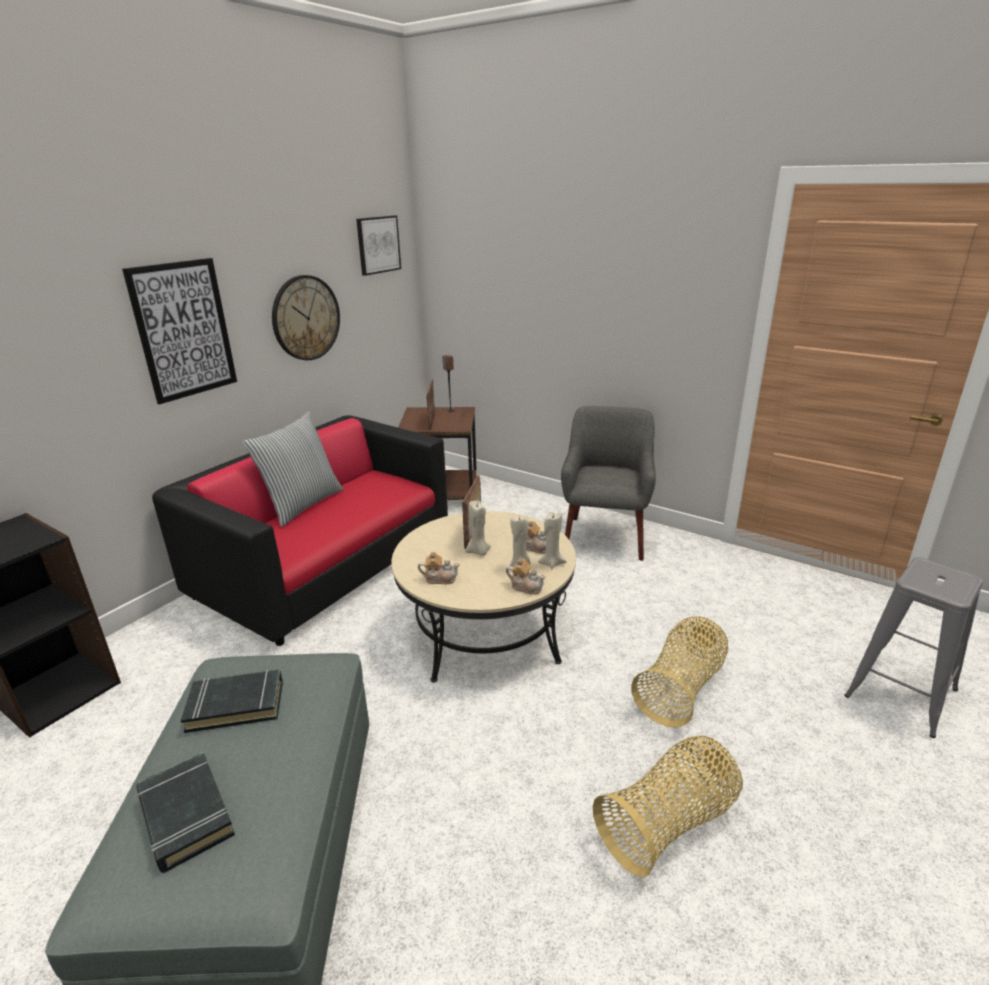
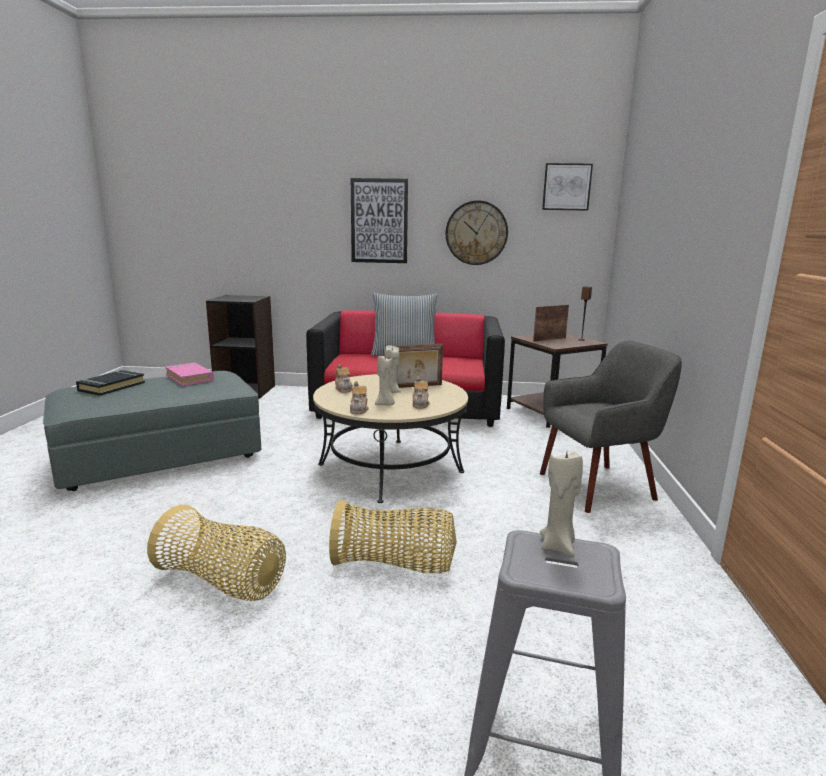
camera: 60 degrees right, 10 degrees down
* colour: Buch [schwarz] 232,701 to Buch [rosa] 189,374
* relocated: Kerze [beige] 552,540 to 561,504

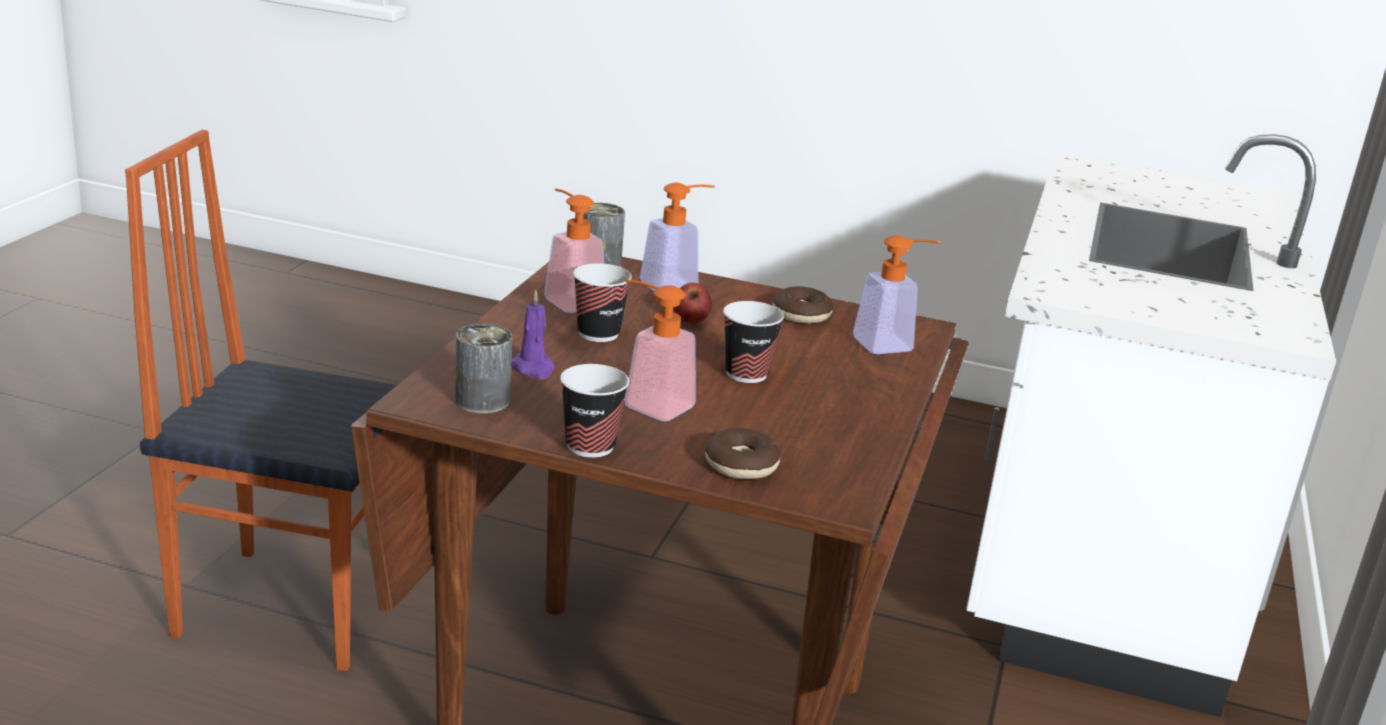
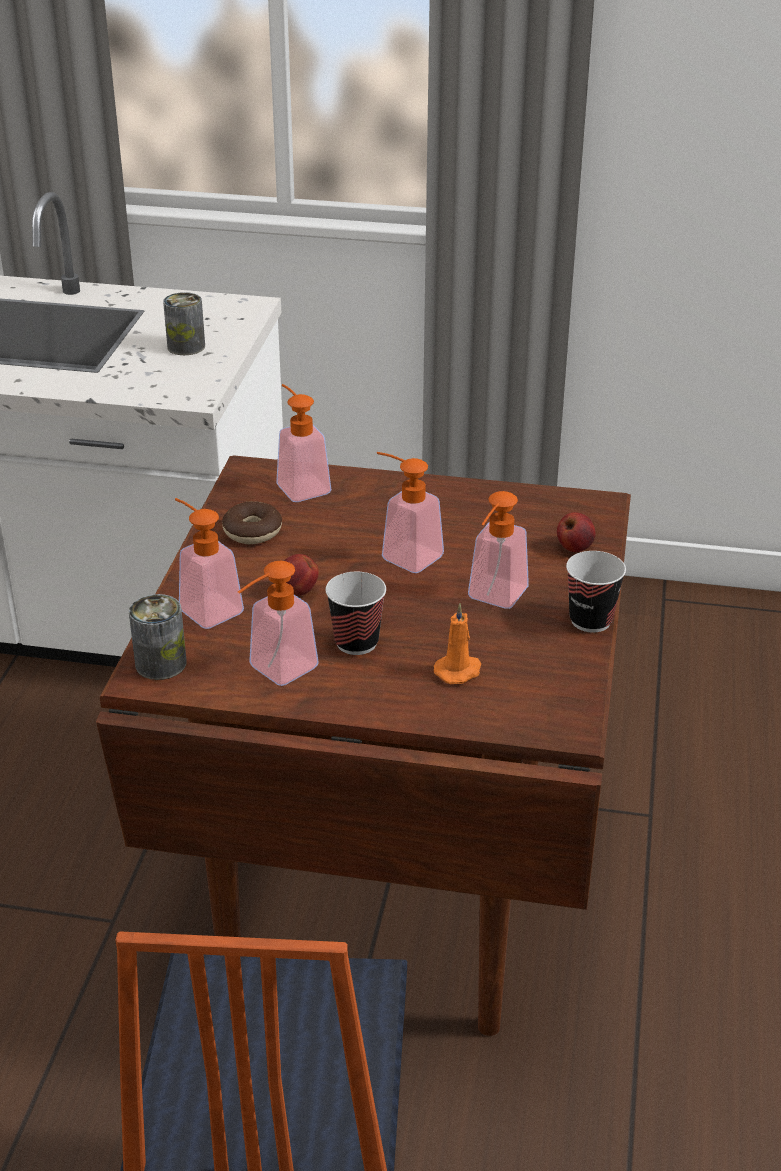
camera: 95 degrees left, 10 degrees up
* relocated: Dose 483,369 to 184,323
* exchanged: Tasse 753,342 to Seifenspender 410,512
* colour: Kerze [lila] 533,334 to Kerze [orange] 457,643
* exchanged: Donut 743,453 to Apfel 576,532

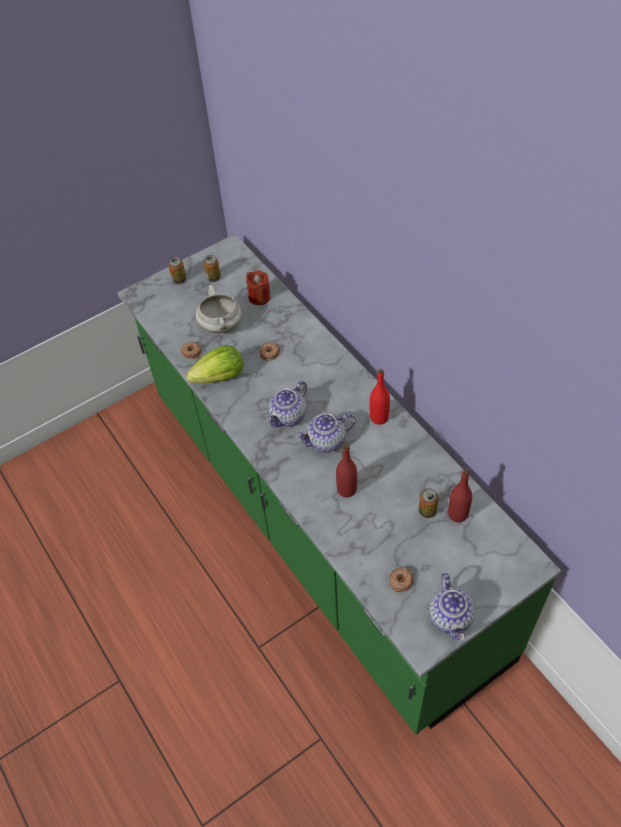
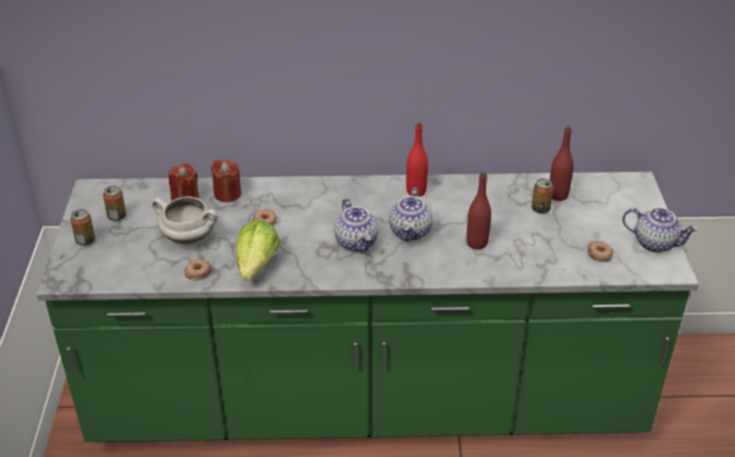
camera: 60 degrees left, 15 degrees down
* appeared: Kerze [rot] 226,180

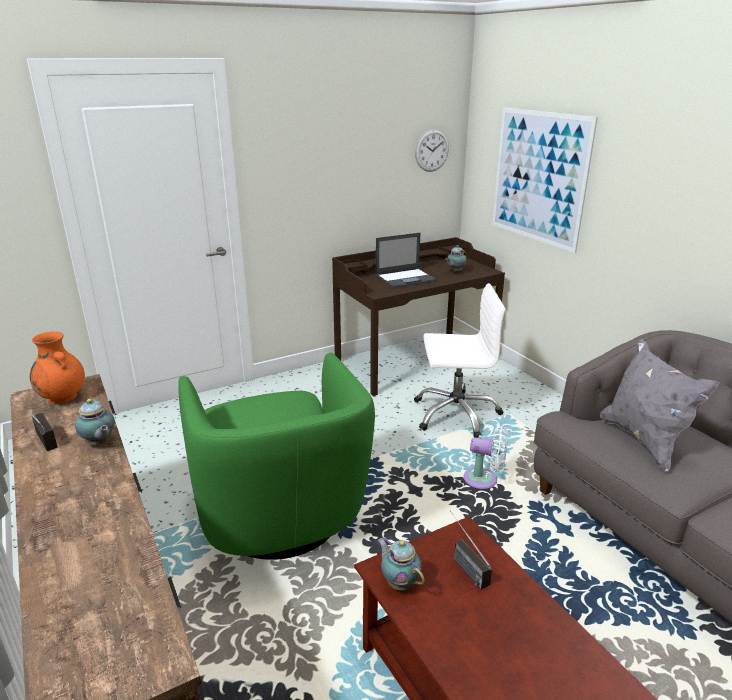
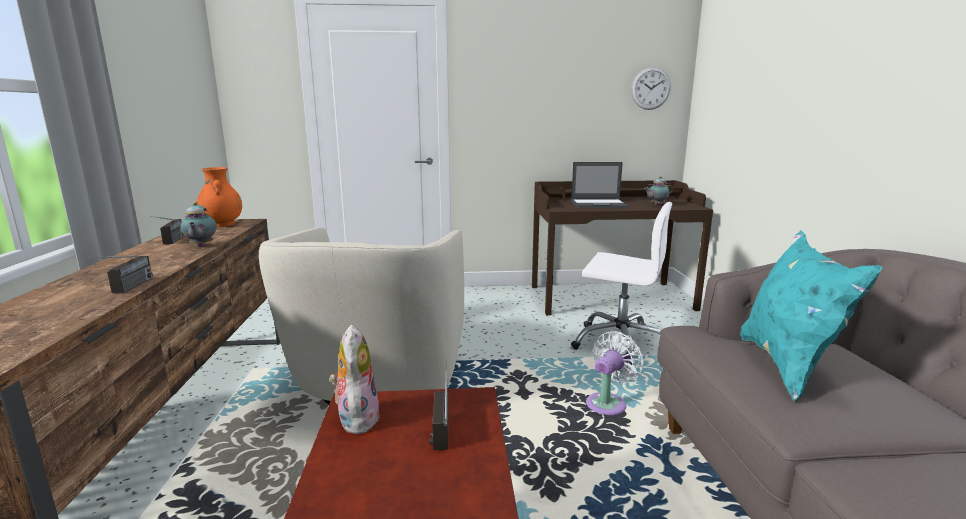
camera: 25 degrees right, 10 degrees down
* appeared: Radio 118,274
* colour: Sessel [grün] 276,456 to Sessel [beige] 361,315
* exchanged: Teekanne 401,563 to Plüschtier 354,379
* spun: Ventilator [weiß] 485,457 = 615,373 90 degrees counterclockwise
* colour: Kissen [grau] 660,405 to Kissen [türkis] 811,315
* missing: Bild 545,180

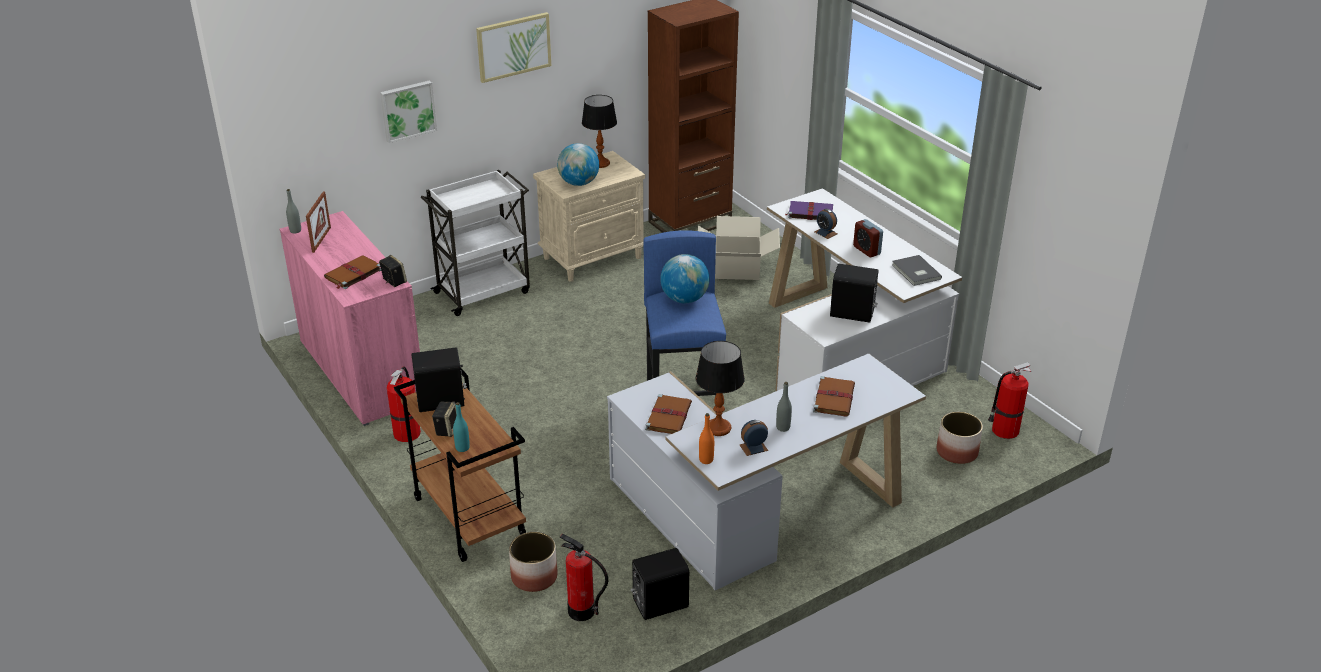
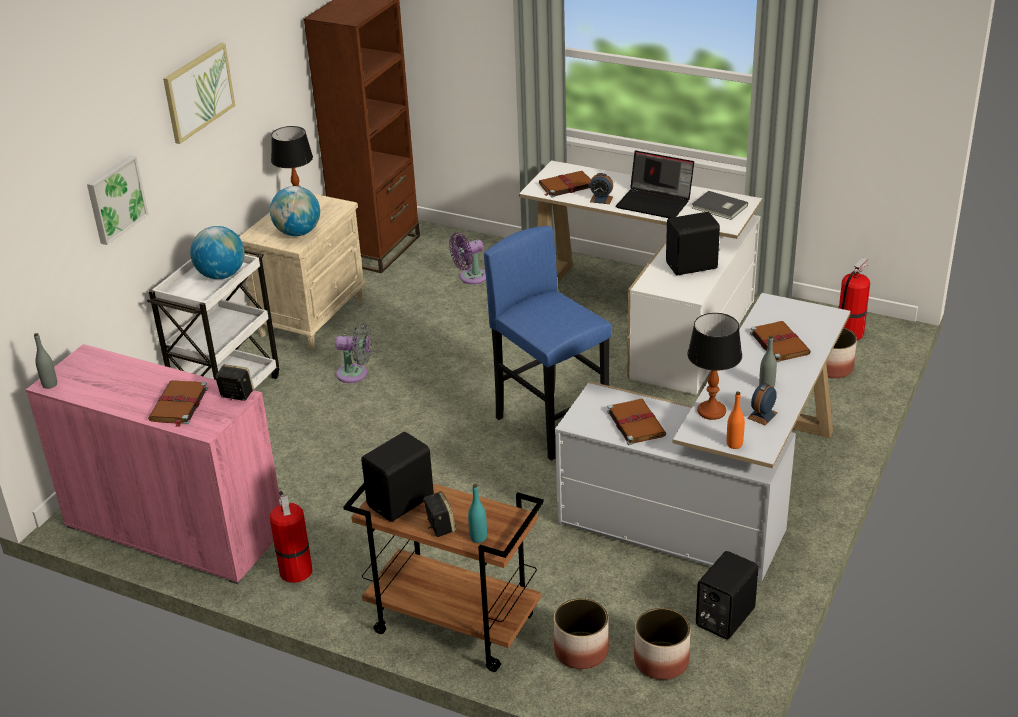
camera: 30 degrees left, 0 degrees up
* relocated: Globus 685,278 to 217,252
* appeared: Ventilator [grau] 353,353
* exchanged: Karton 739,248 to Ventilator [lila] 467,258
* colour: Buch [lila] 809,210 to Buch [braun] 565,184
* exchanged: Wecker 868,238 to Laptop 655,184
* exchanged: Feuerlöscher 584,577 to Pflanzkübel 662,644
* missing: Bilderrahmen 318,222

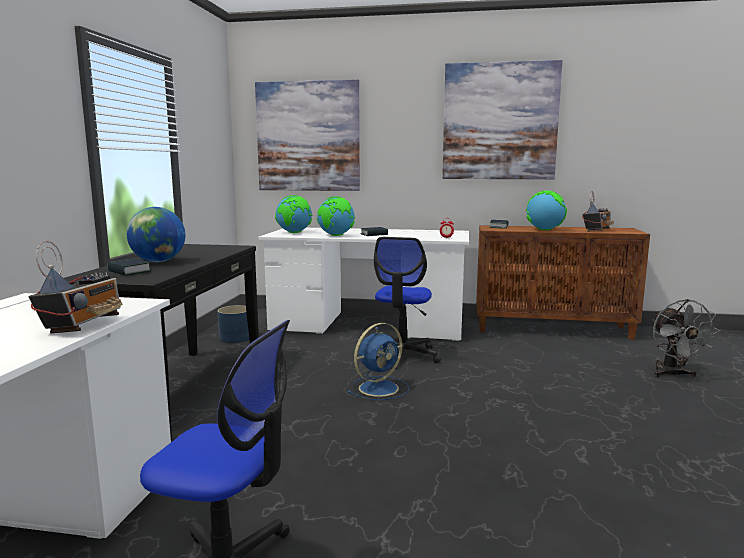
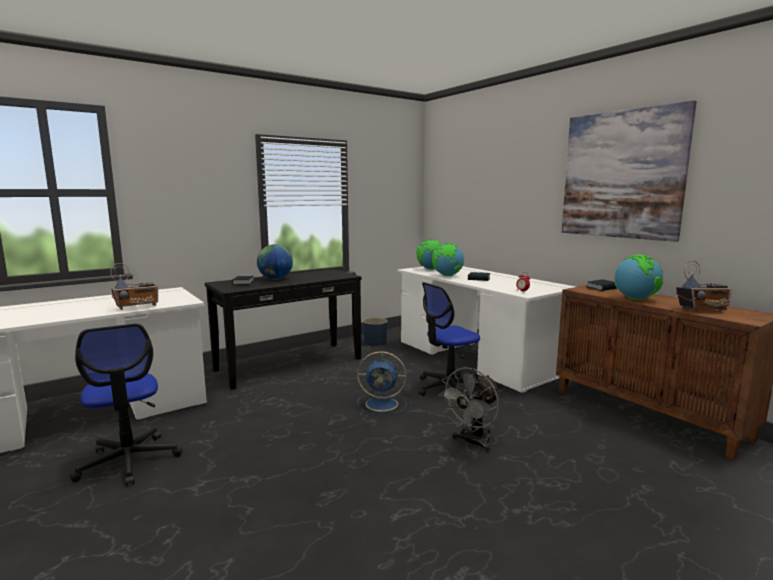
camera: 45 degrees right, 0 degrees up
* relocated: Ventilator [grau] 686,338 to 469,410
* missing: Bild 307,135

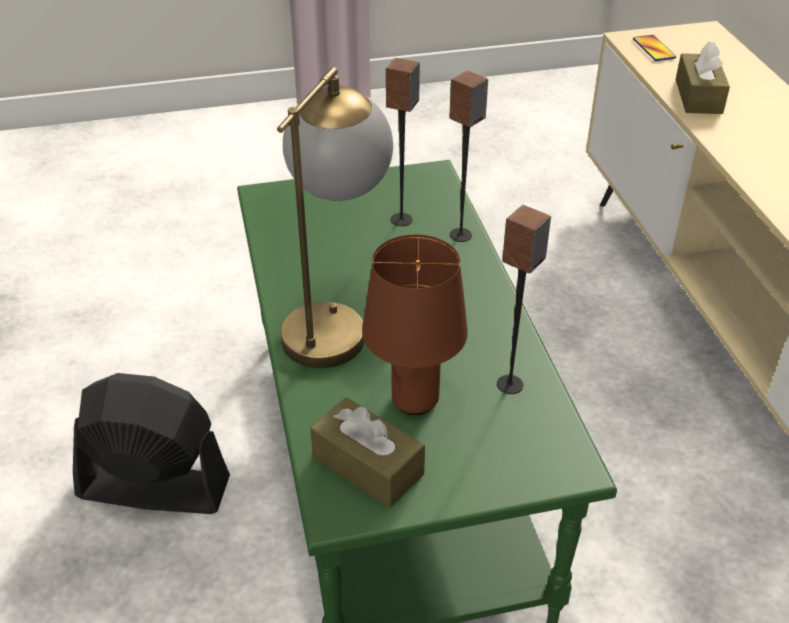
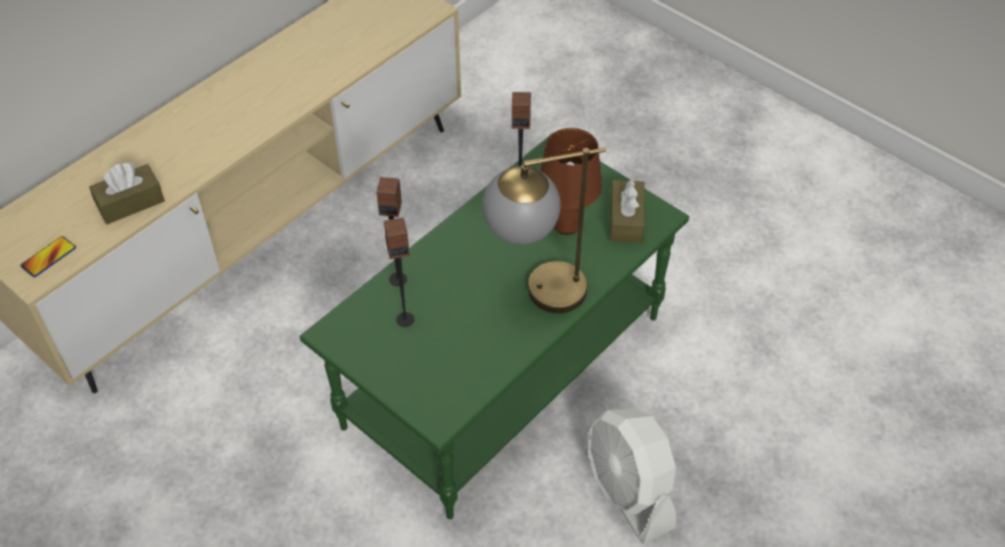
camera: 125 degrees left, 10 degrees up
* colour: Ventilator [schwarz] 151,443 to Ventilator [weiß] 630,476

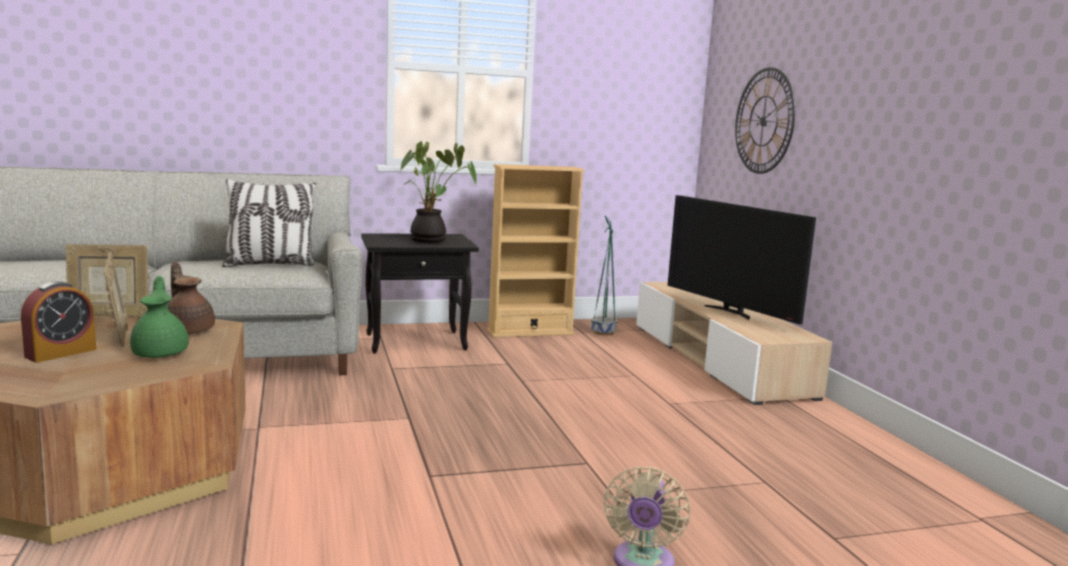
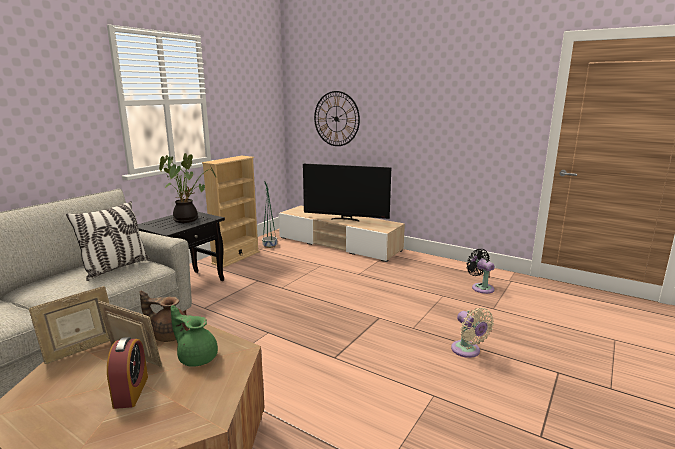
camera: 40 degrees left, 5 degrees up
* appeared: Ventilator [schwarz] 481,271

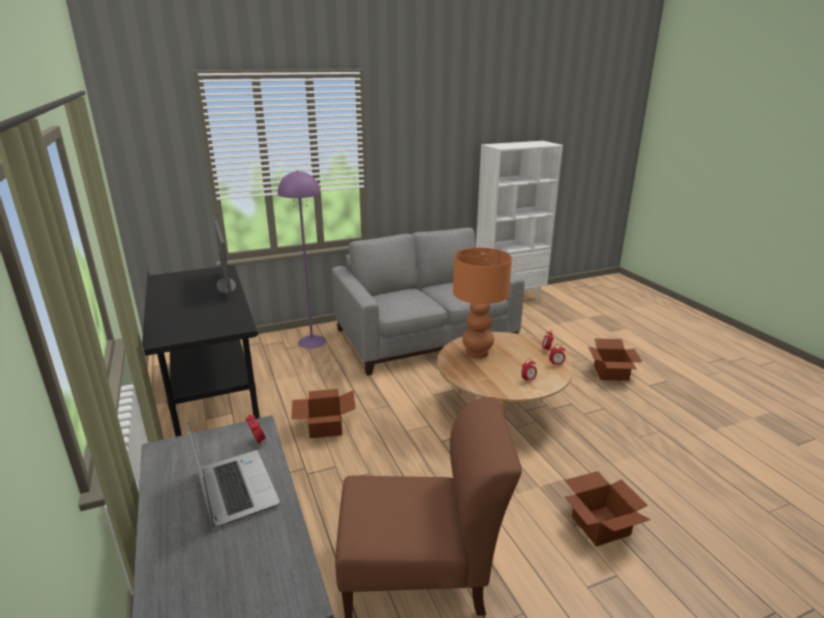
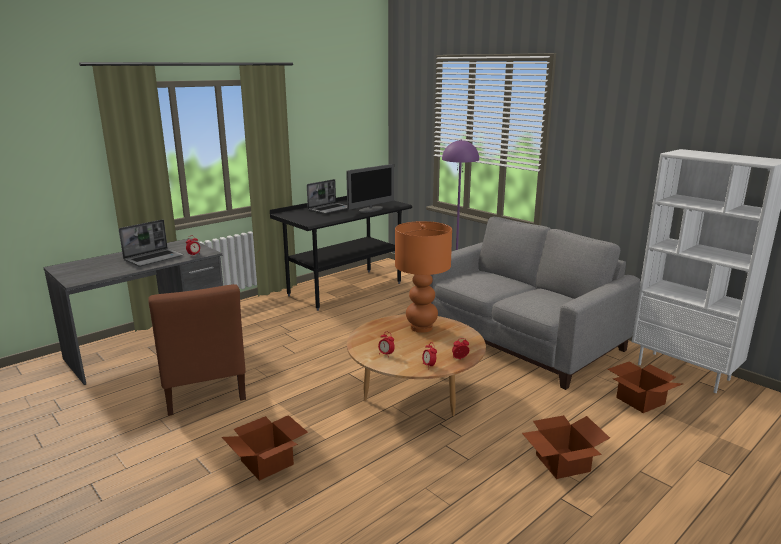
camera: 70 degrees right, 5 degrees down
* appeared: Laptop 327,196
* relocated: Karton 323,414 to 645,387

